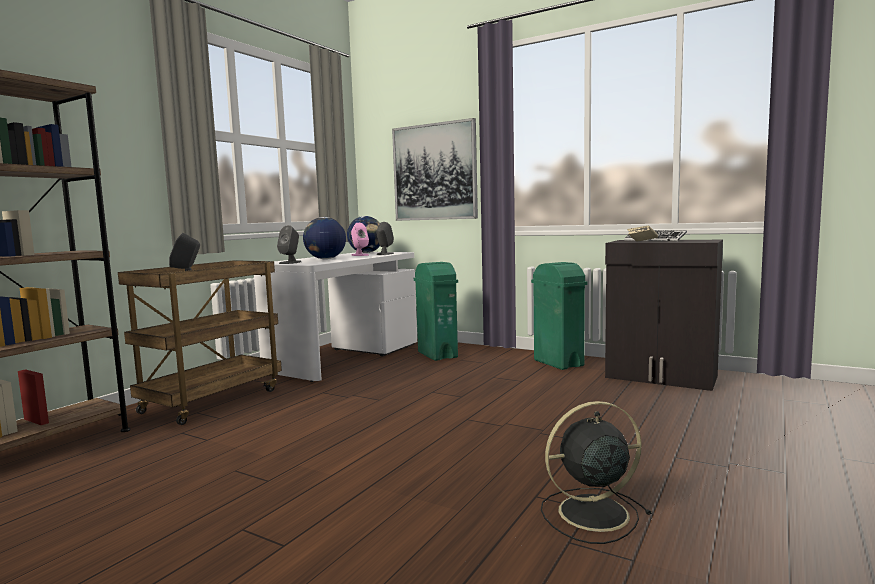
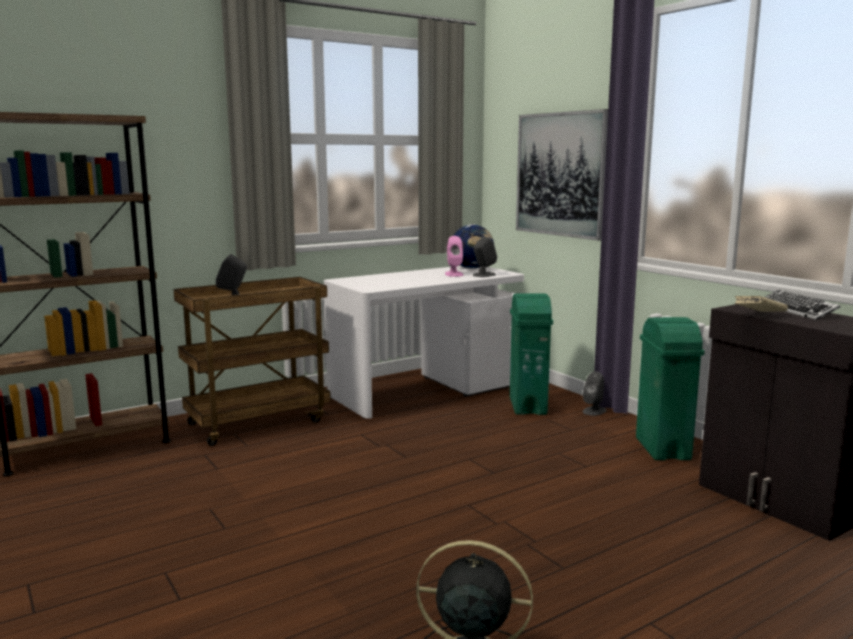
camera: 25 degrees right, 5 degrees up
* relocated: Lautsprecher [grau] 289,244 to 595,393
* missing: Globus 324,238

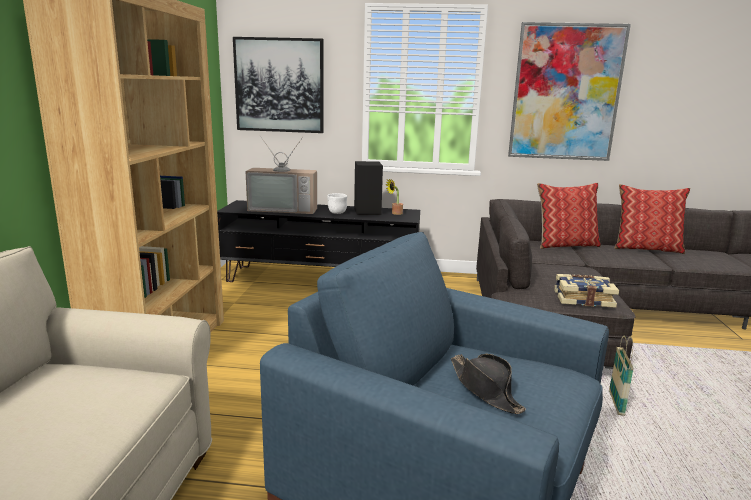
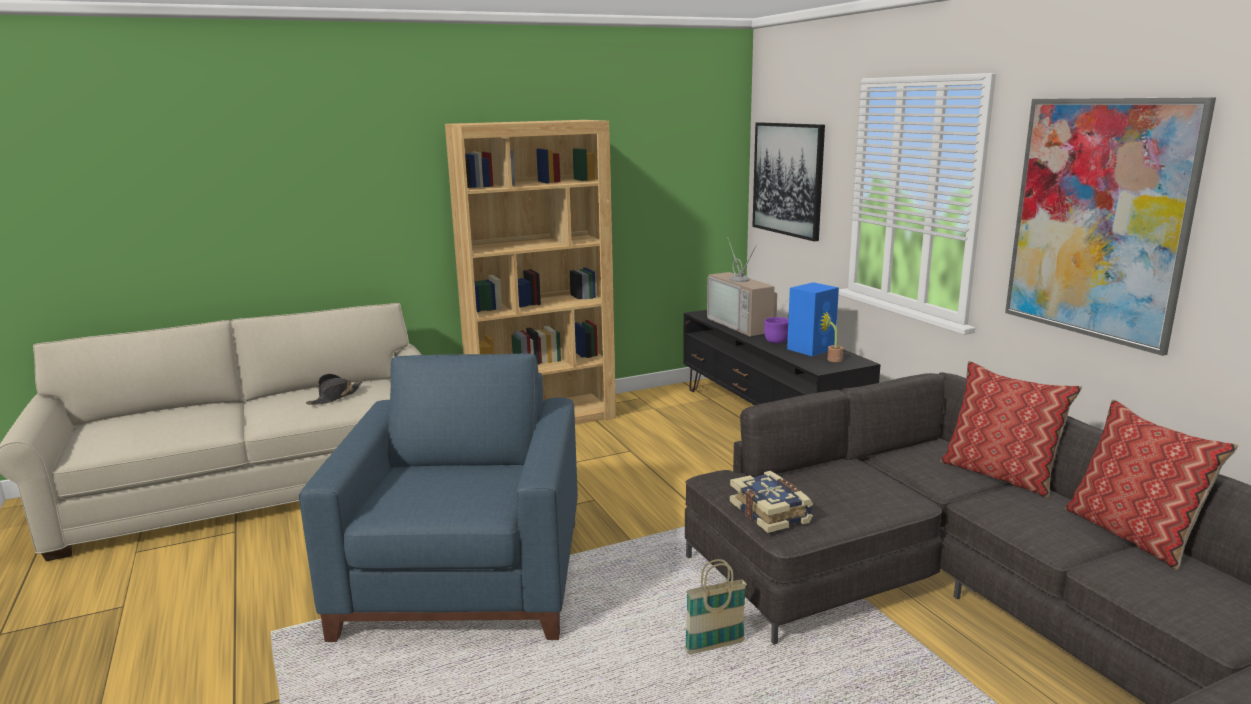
camera: 60 degrees right, 0 degrees up
* relocated: Hut [schwarz] 488,384 to 334,389
* colour: Schüssel [weiß] 337,203 to Schüssel [lila] 776,330
* colour: Lautsprecher [schwarz] 368,188 to Lautsprecher [blau] 813,319

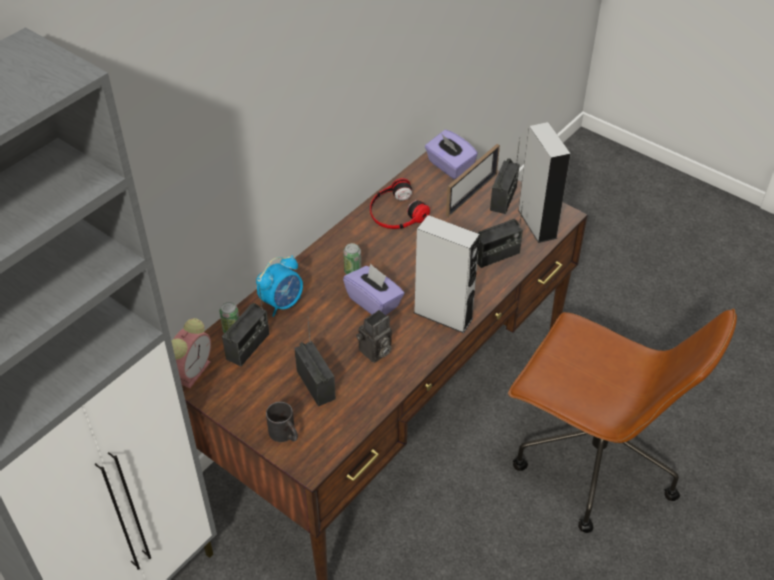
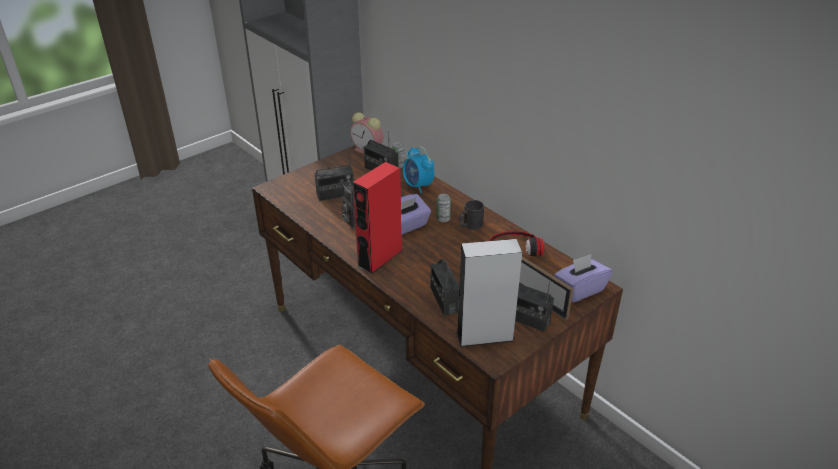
camera: 100 degrees right, 10 degrees down
* colour: Lautsprecher [grau] 446,274 to Lautsprecher [rot] 377,218
* relocated: Henkelbecher [schwarz] 282,422 to 471,215

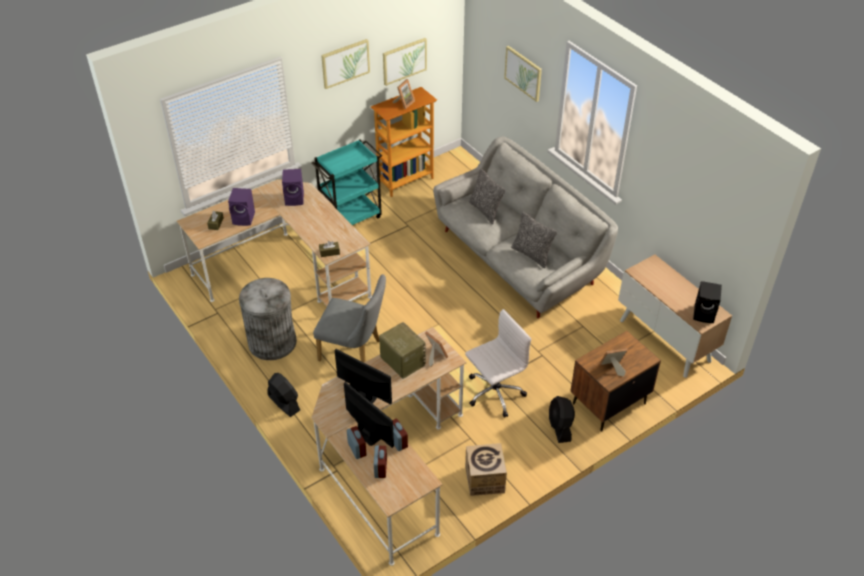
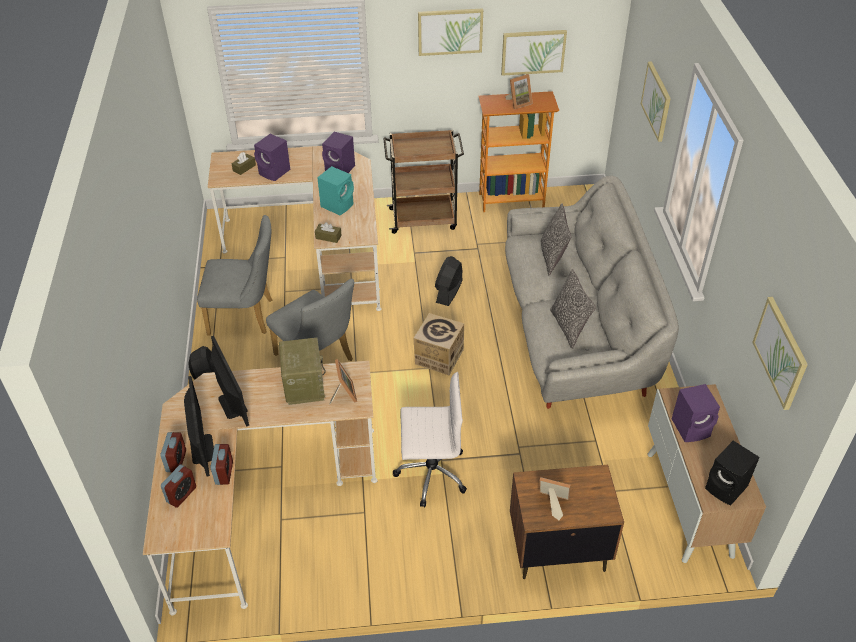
camera: 30 degrees right, 0 degrees up
* exchanged: Mülleimer [grau] 268,319 to Stuhl [grau] 234,275
* appeared: Lautsprecher [türkis] 335,190
* colour: Rollwagen [türkis] 346,182 to Rollwagen [braun] 423,182
* relocated: Karton 486,469 to 439,344
* relocated: Ventilator [schwarz] 562,419 to 449,281
* appeared: Lautsprecher [lila] 696,413
* appeared: Bild 780,353

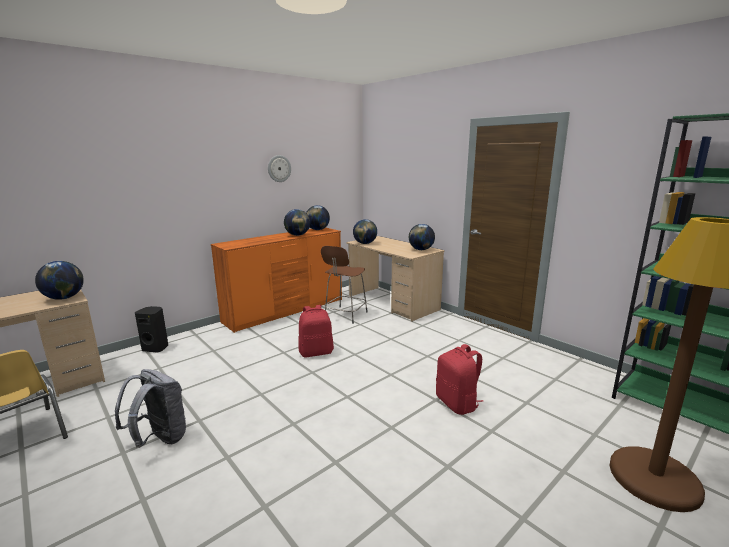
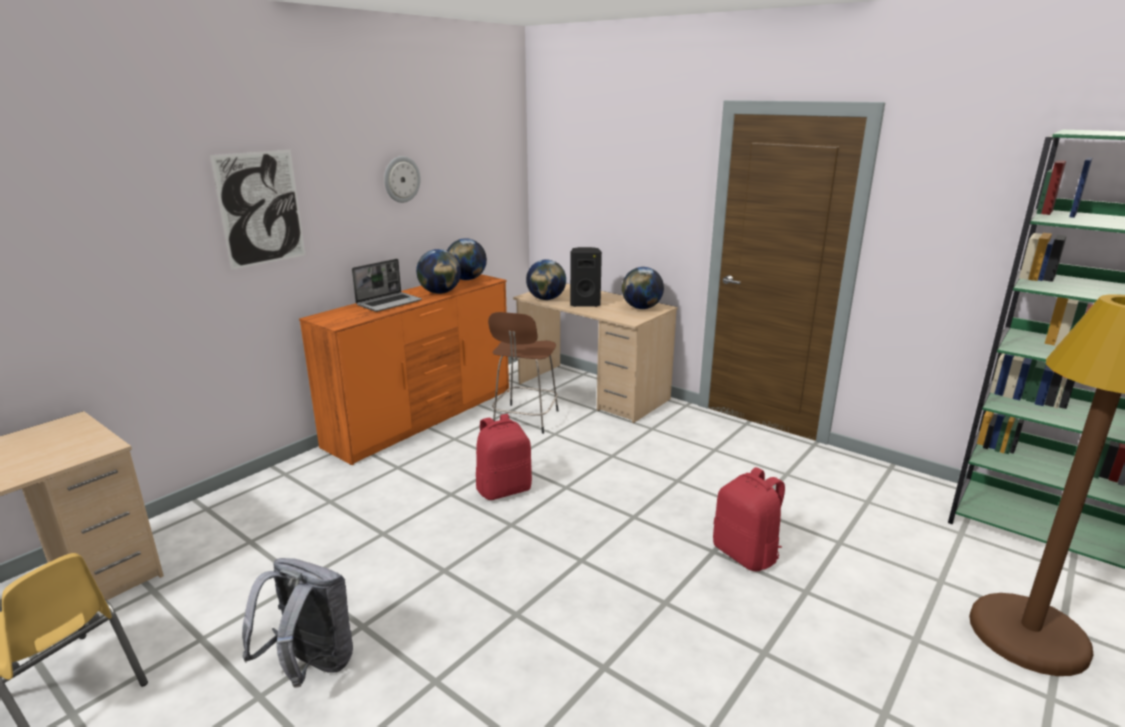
camera: 10 degrees left, 5 degrees up
* appeared: Bild 258,210
* appeared: Laptop 387,285
* relocated: Lautsprecher [schwarz] 151,329 to 586,277
* missing: Globus 59,280

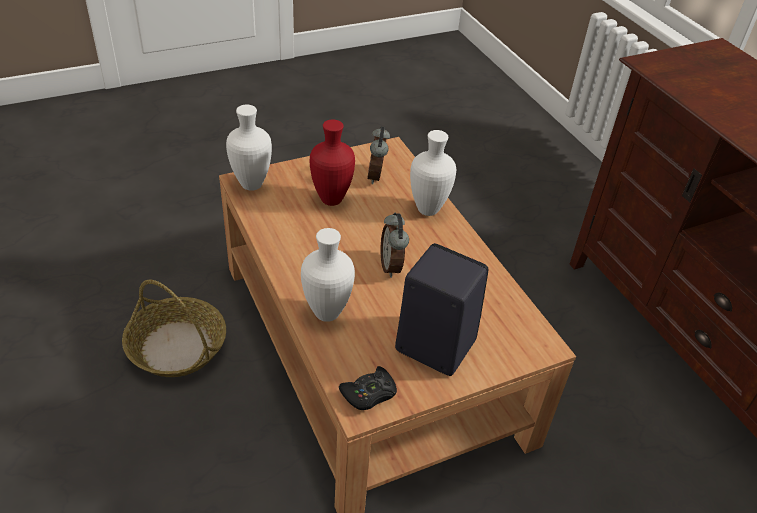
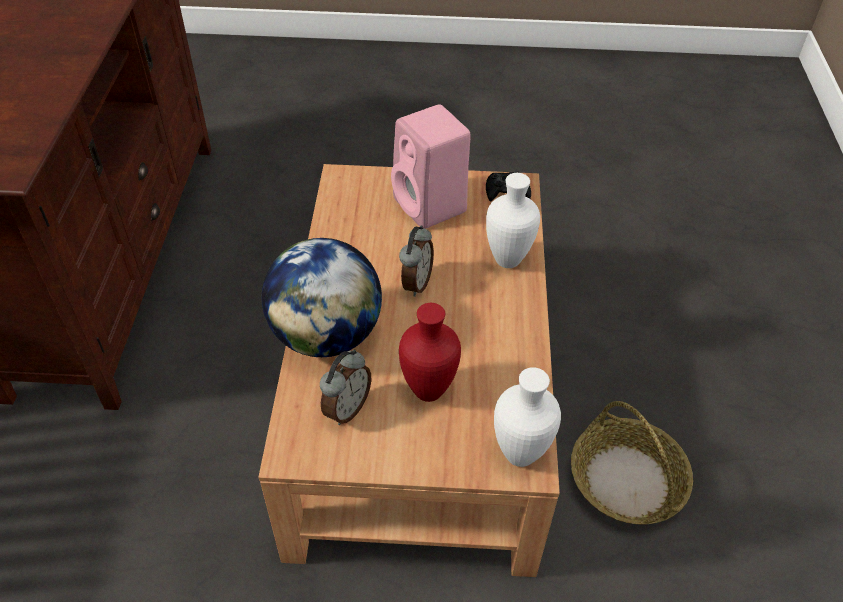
camera: 150 degrees left, 5 degrees up
* exchanged: Vase [weiß] 433,173 to Globus 322,297
* colour: Lautsprecher [schwarz] 441,309 to Lautsprecher [rosa] 431,166

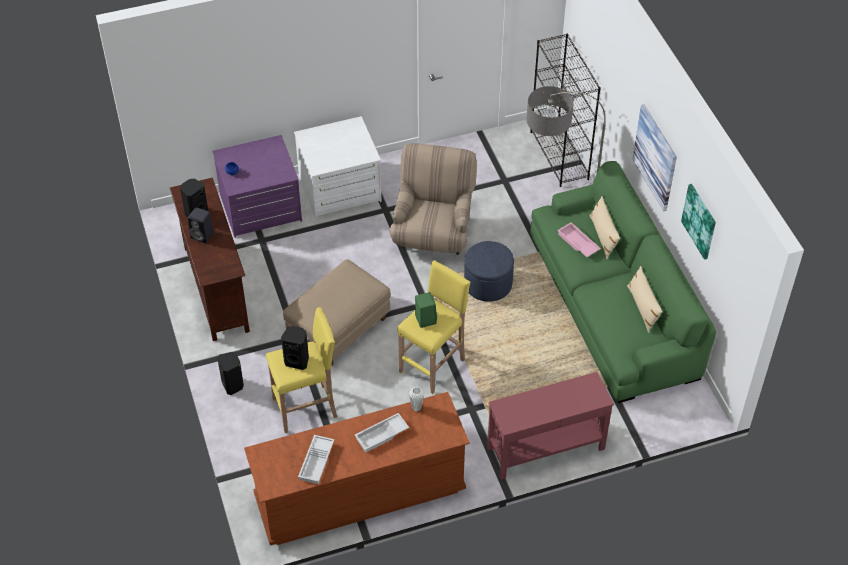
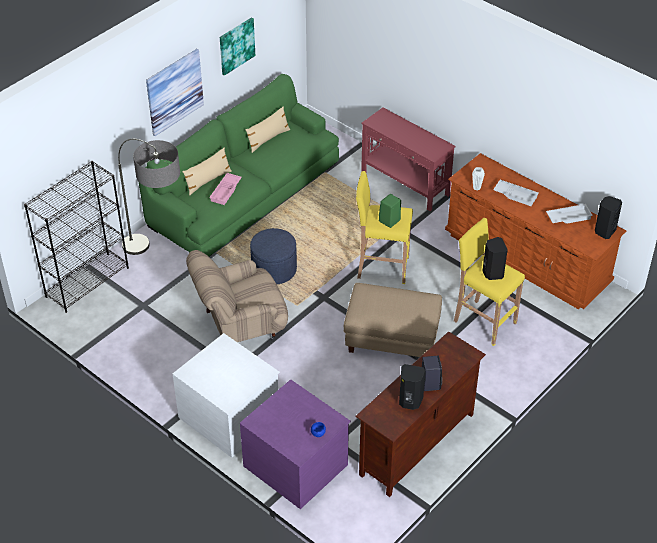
camera: 120 degrees left, 5 degrees down
* relocated: Lautsprecher [schwarz] 230,373 to 608,217

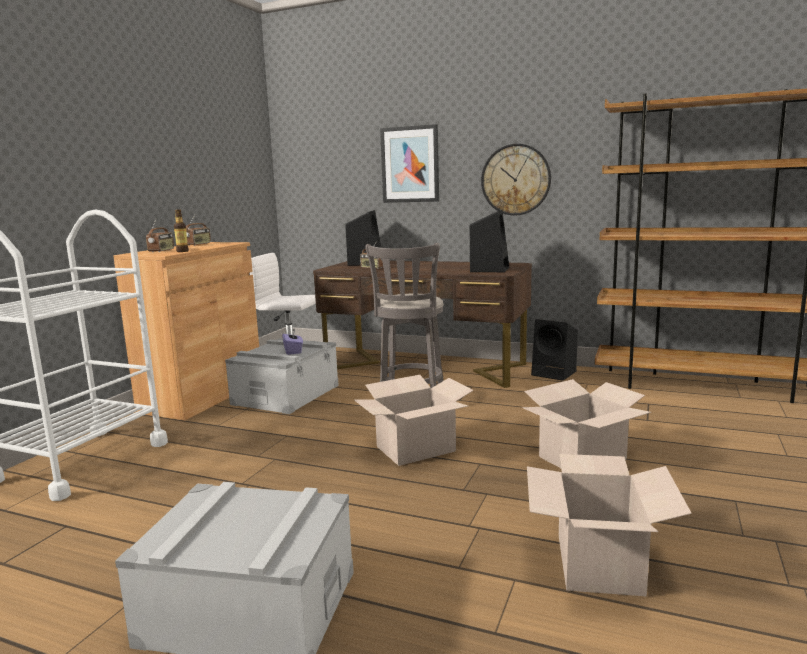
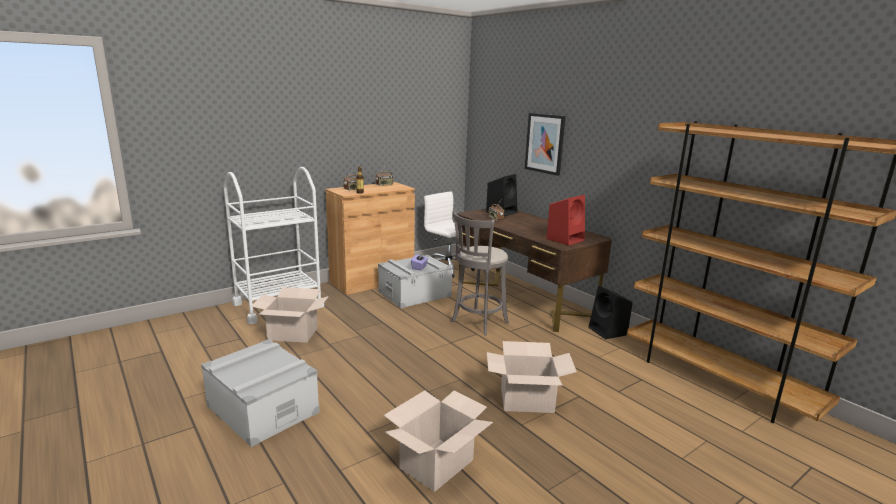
camera: 30 degrees right, 5 degrees up
* relocated: Karton 414,420 to 290,315
* colour: Lautsprecher [schwarz] 489,241 to Lautsprecher [rot] 565,220
* missing: Wanduhr 516,180

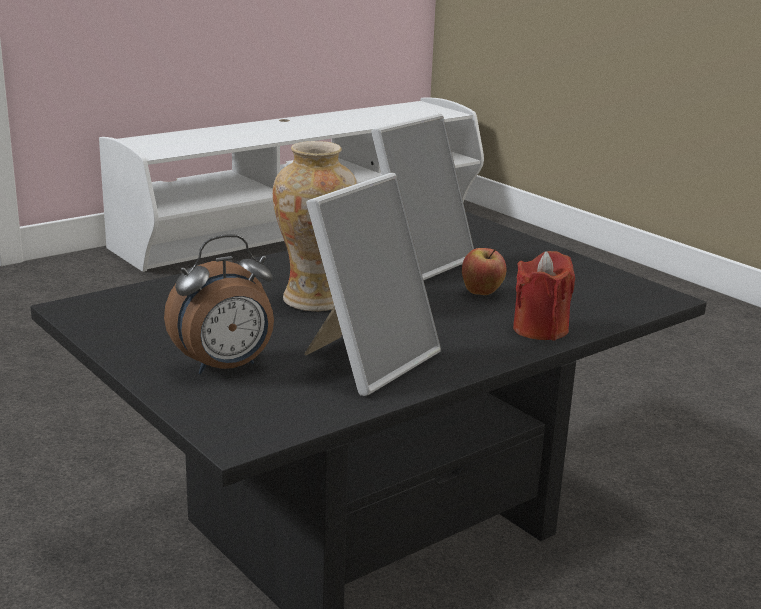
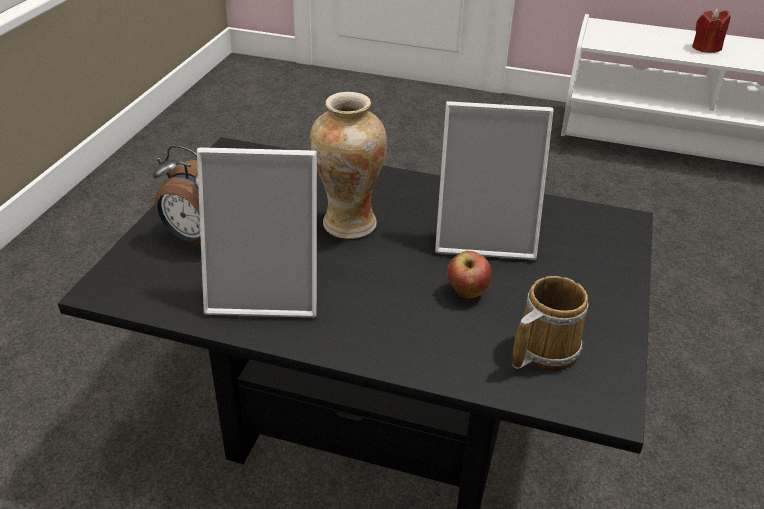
camera: 55 degrees right, 15 degrees up
* appeared: Henkelbecher 550,324
* relocated: Kerze [rot] 544,296 to 711,30

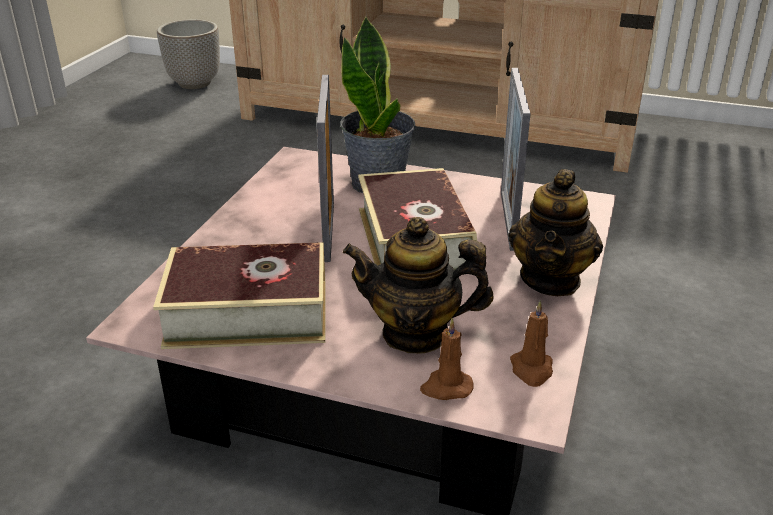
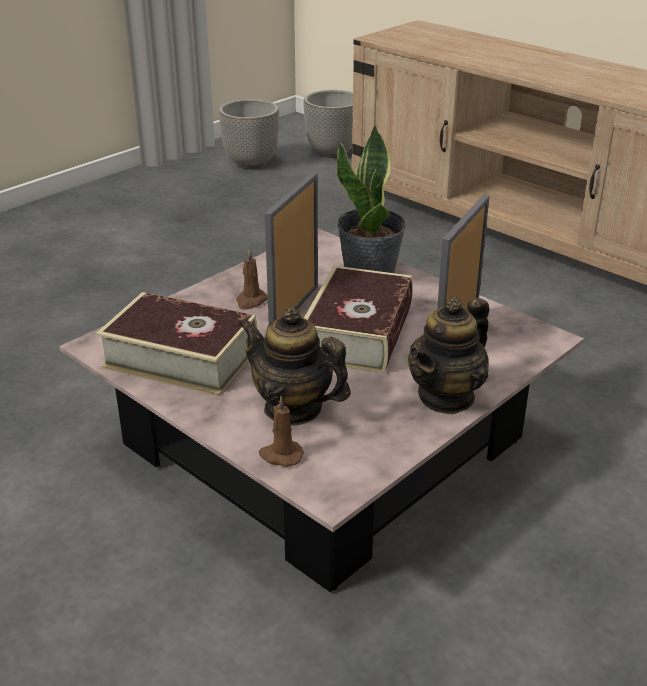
camera: 25 degrees right, 0 degrees up
* appeared: Pflanzkübel 249,134
* relocated: Kerze [braun] 531,343 to 252,279

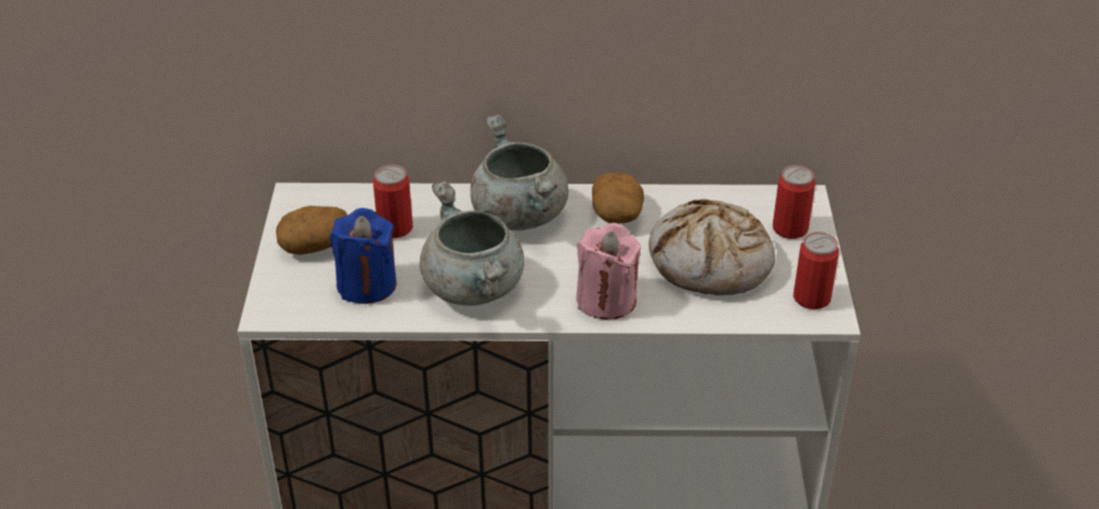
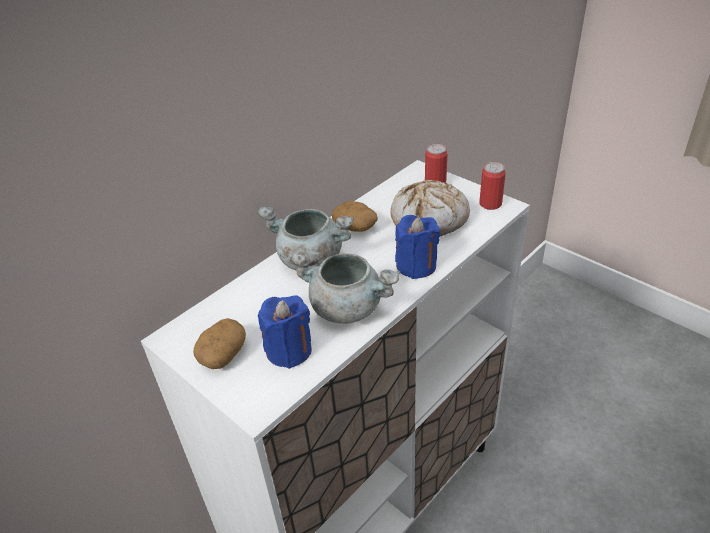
camera: 45 degrees left, 0 degrees up
* colour: Kerze [rosa] 608,271 to Kerze [blau] 417,247
* missing: Dose 393,201

